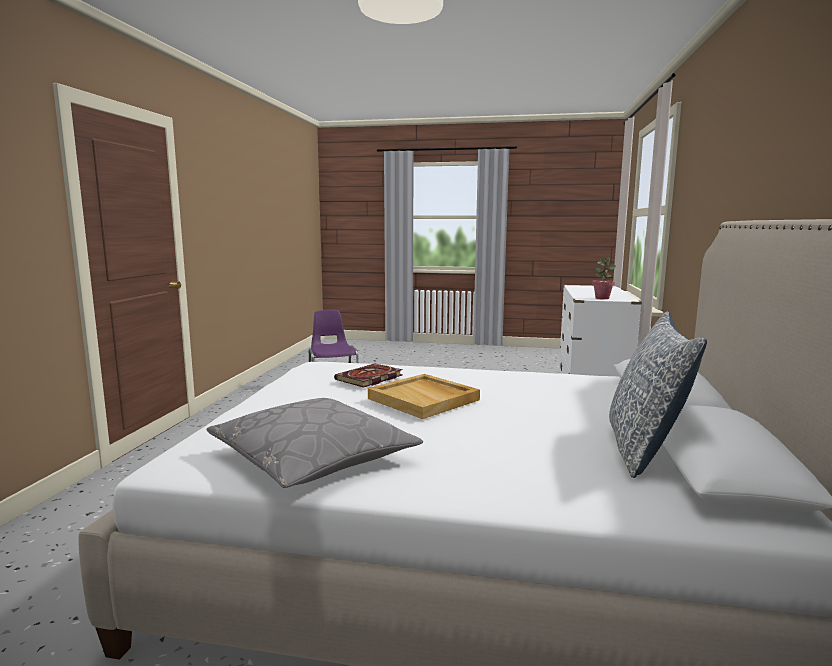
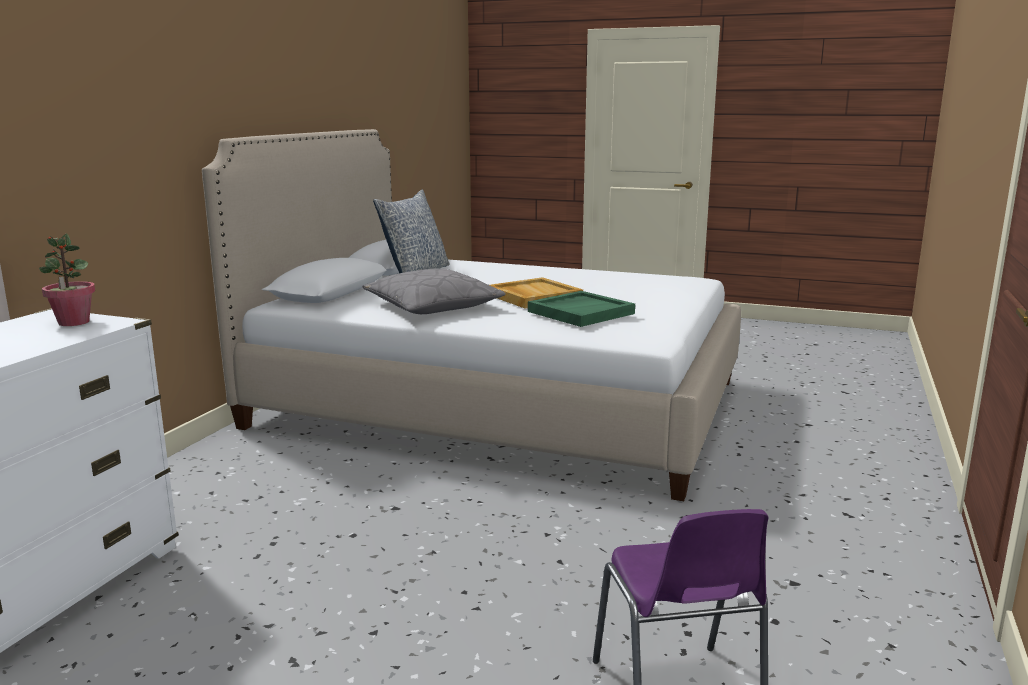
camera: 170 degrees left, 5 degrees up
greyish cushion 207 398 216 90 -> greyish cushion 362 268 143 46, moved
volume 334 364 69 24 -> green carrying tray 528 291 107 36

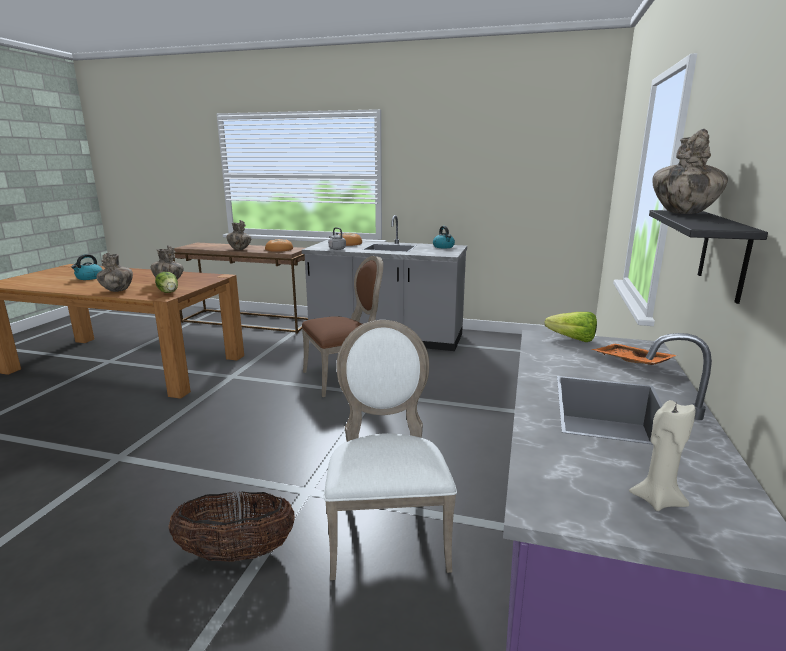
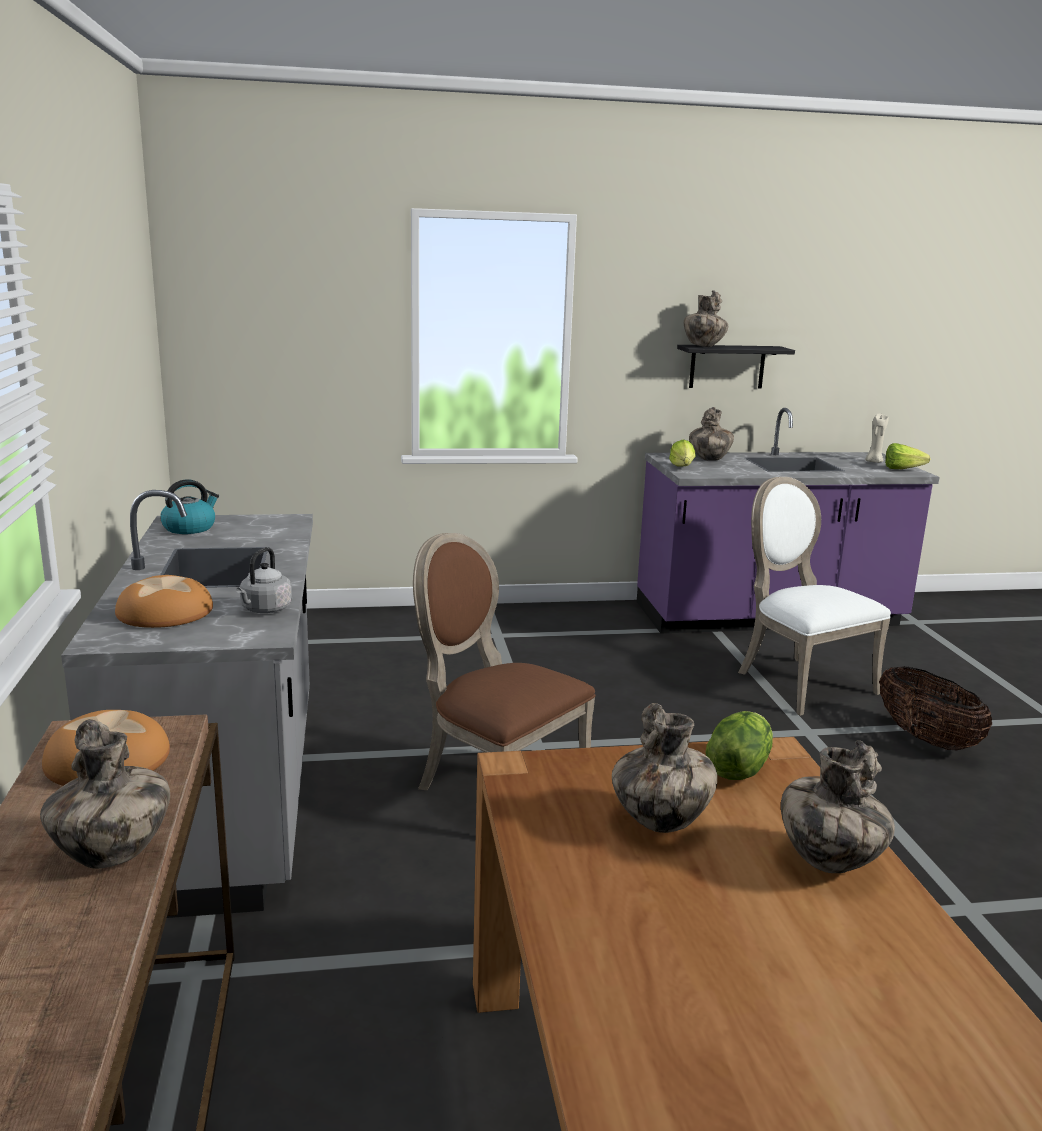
camera: 115 degrees left, 0 degrees up
kettle 71 254 32 26 -> none
none -> lettuce head 885 443 45 26
orange-coloured carrying tray 591 344 87 21 -> flower vase 689 407 45 54
whitish chair 324 320 133 260 -> whitish chair 738 477 153 239, 90 degrees clockwise

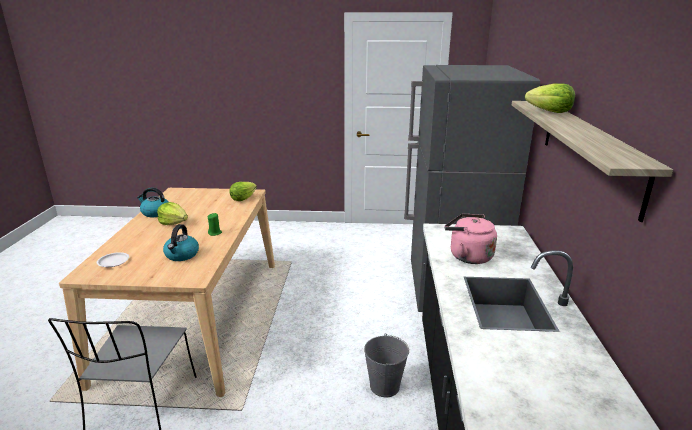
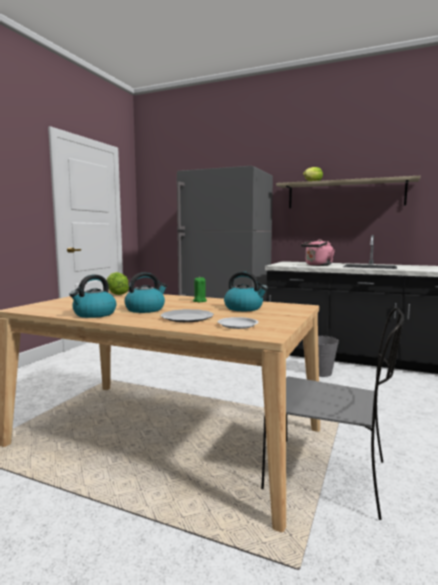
camera: 70 degrees left, 15 degrees down
none -> dinner plate 161 309 53 13
lettuce head 157 202 31 23 -> kettle 124 272 43 41

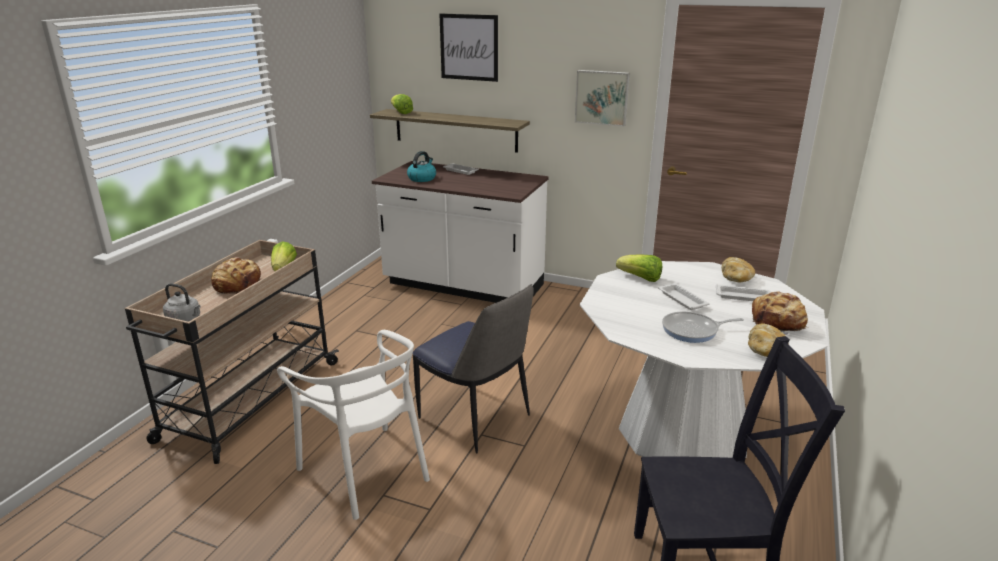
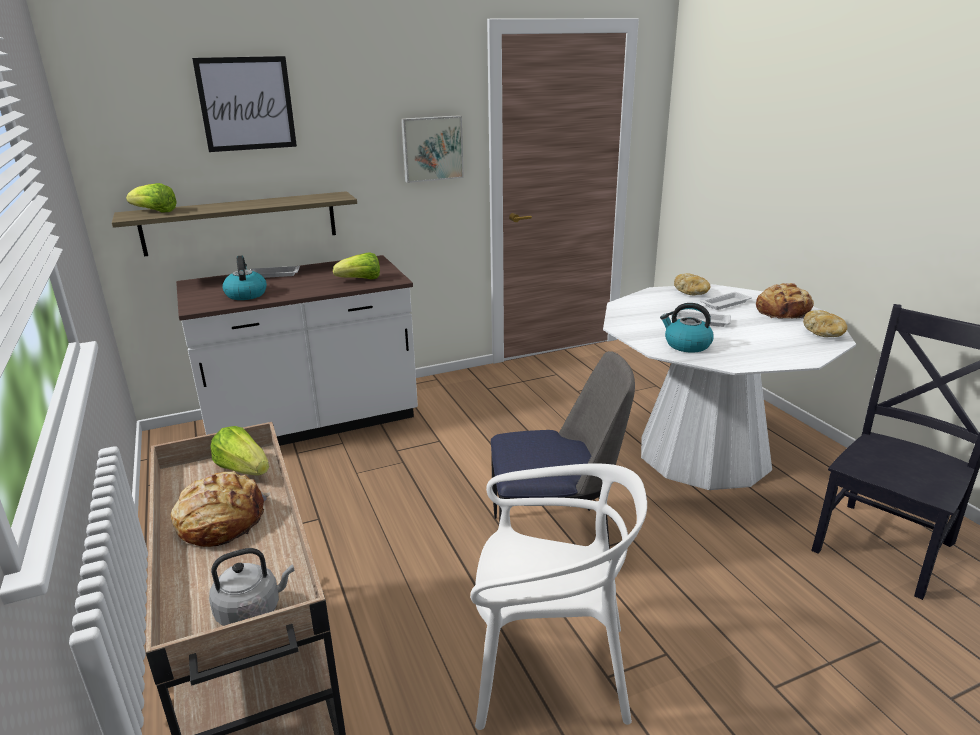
camera: 45 degrees left, 0 degrees up
skillet 662 311 82 32 -> none
none -> kettle 660 303 54 49
lettuce head 616 254 46 28 -> lettuce head 333 252 47 28, moved

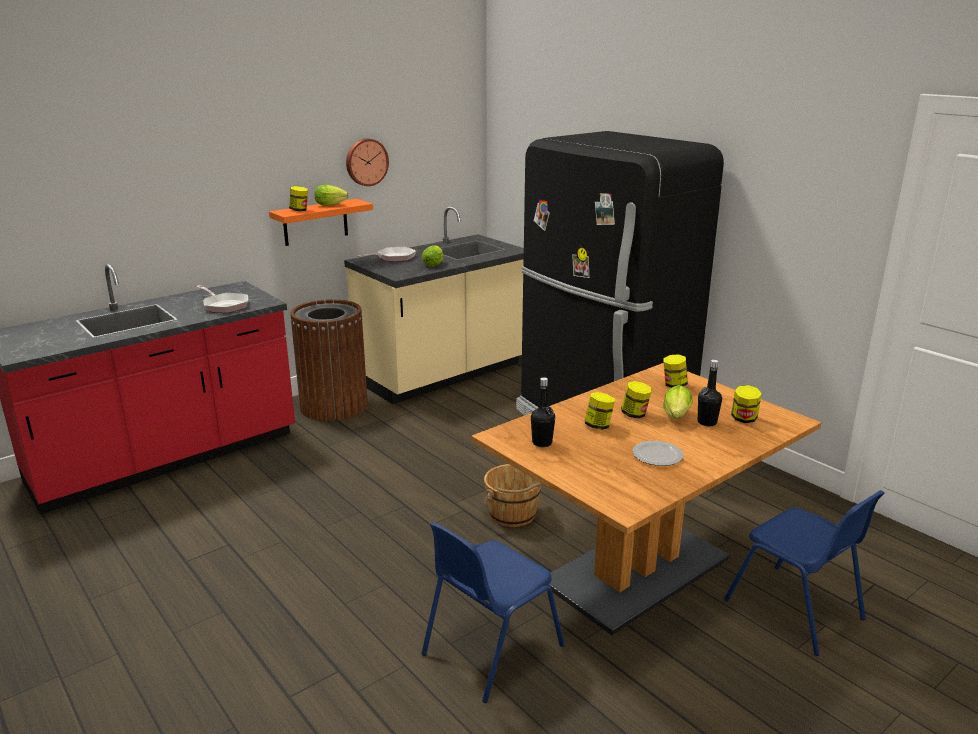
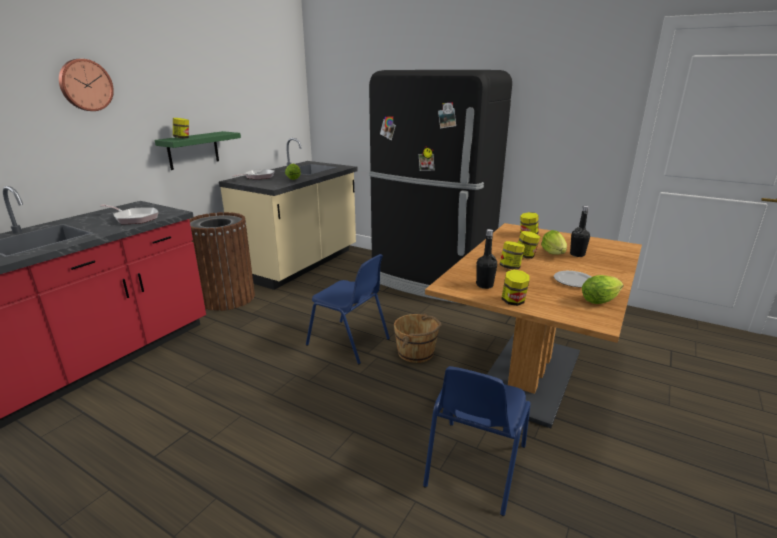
camera: 20 degrees left, 0 degrees up
lettuce head 314 185 35 21 -> lettuce head 582 275 41 29, moved
clock on the wall 346 138 43 48 -> clock on the wall 59 59 55 52, moved
bluish chair 724 490 161 166 -> bluish chair 306 254 84 110, moved
storage jar 731 385 31 38 -> storage jar 502 269 28 37, moved
orange-coloured shelf 269 199 104 47 -> green shelf 155 131 86 39

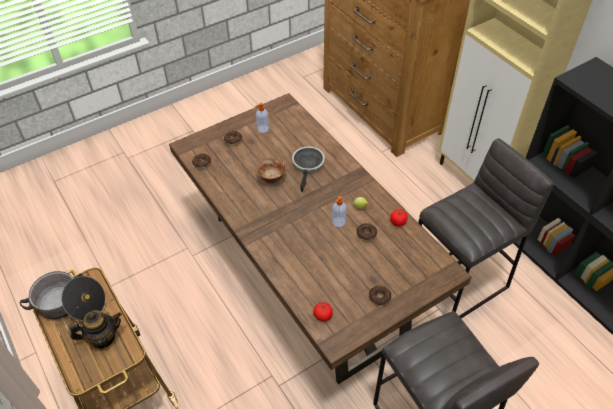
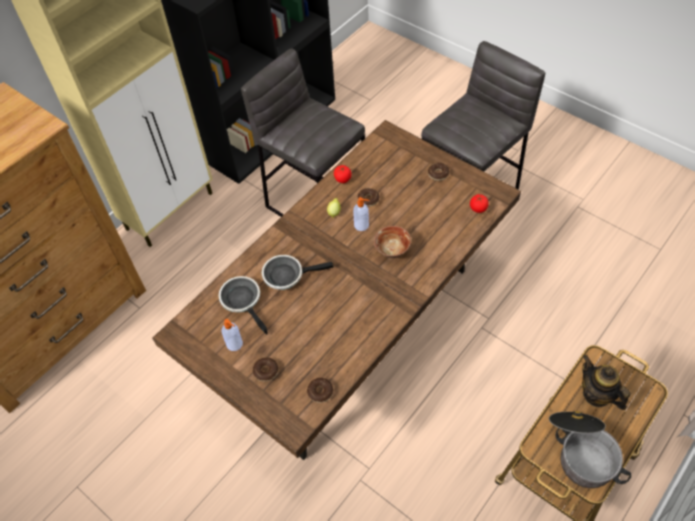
camera: 105 degrees left, 5 degrees up
none -> skillet 219 276 48 59
deep dish 256 158 30 26 -> deep dish 374 226 37 32, moved

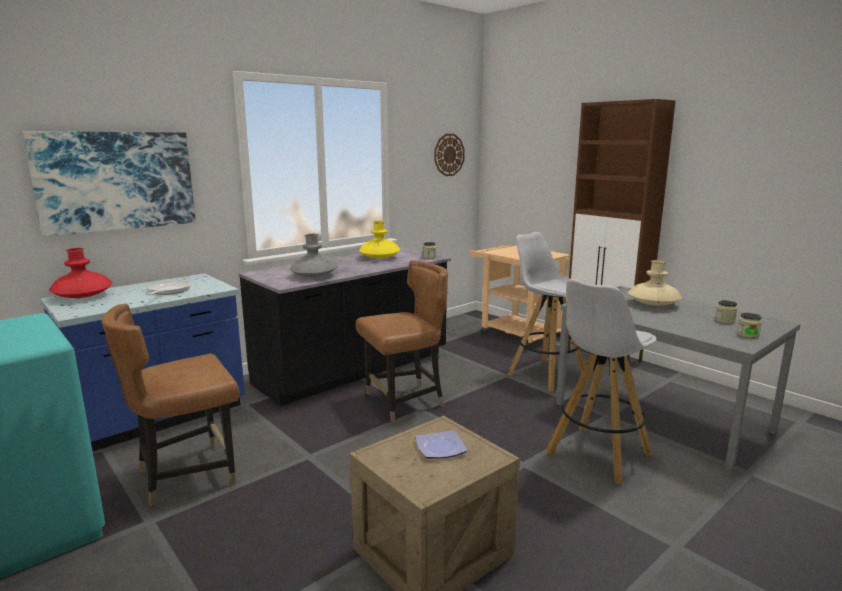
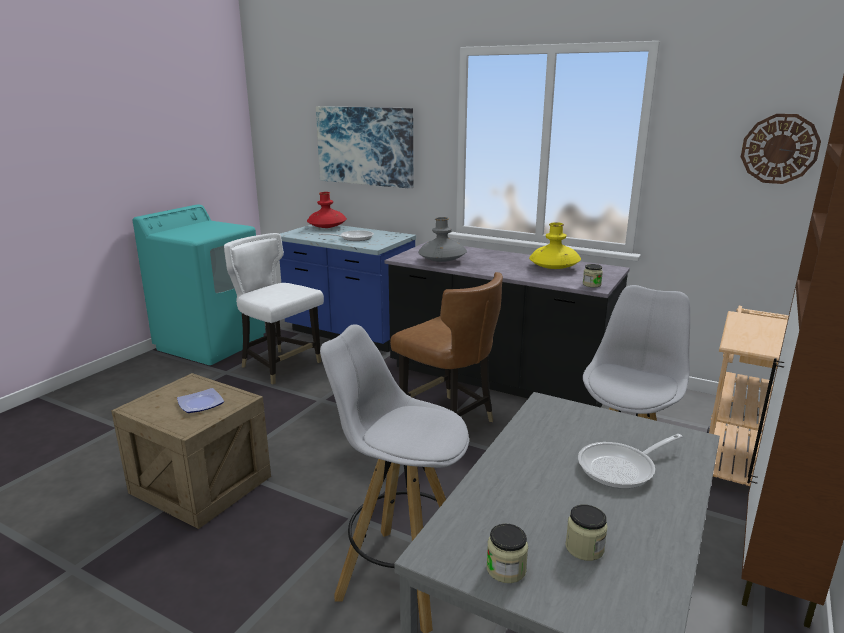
camera: 70 degrees right, 5 degrees up
beige flower vase 628 260 54 46 -> skillet 578 434 105 55
brownish chair 101 304 138 202 -> whitish chair 224 233 100 152

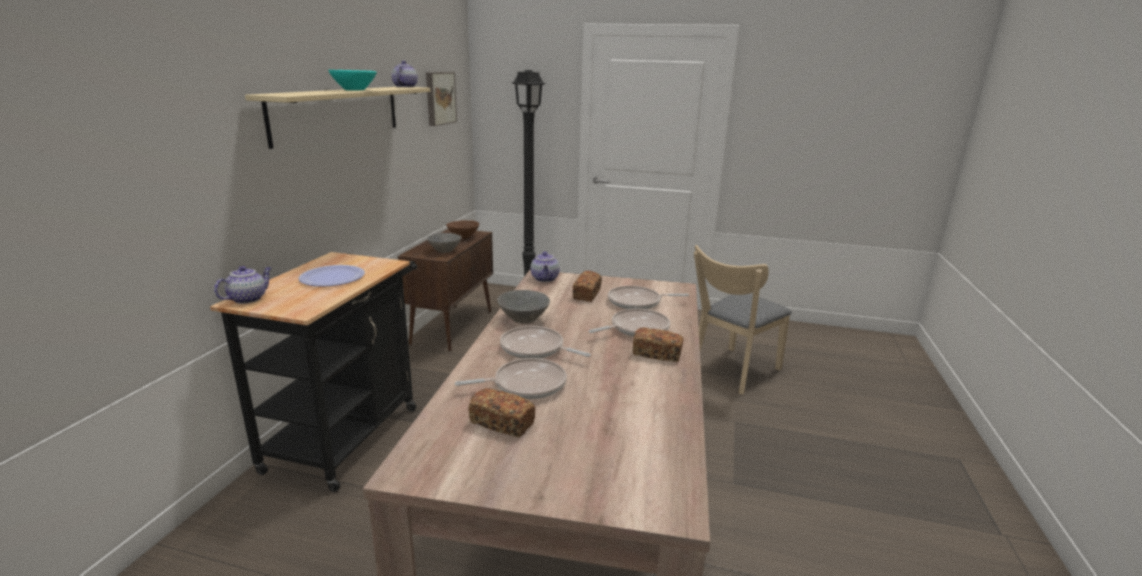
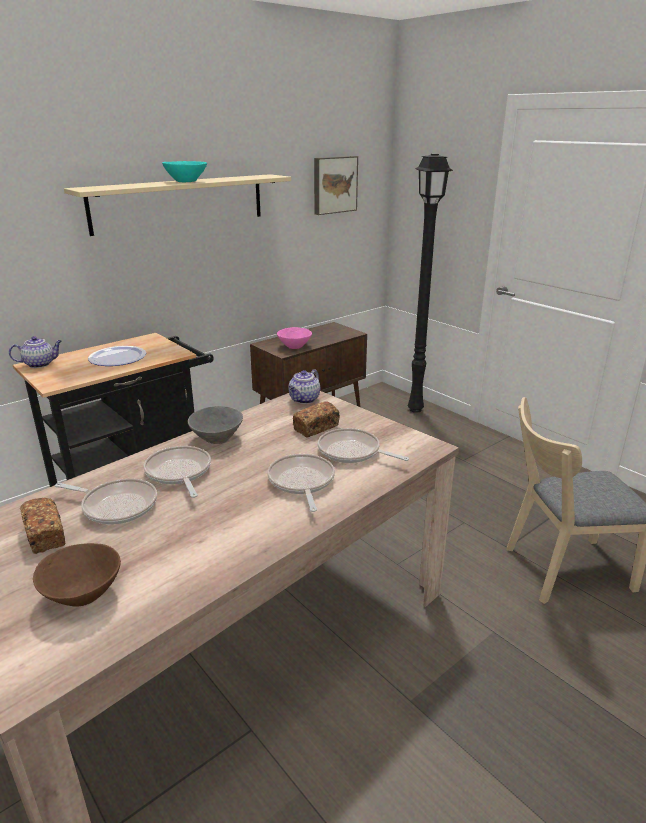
camera: 35 degrees right, 5 degrees up
teapot 391 61 27 26 -> none
baked bread 633 327 51 35 -> none
brownish deep dish 446 220 33 19 -> brownish deep dish 33 543 88 64, moved
greyish deep dish 427 233 35 20 -> pink deep dish 277 327 35 22
skillet 589 308 81 29 -> skillet 267 454 68 58, 105 degrees counterclockwise

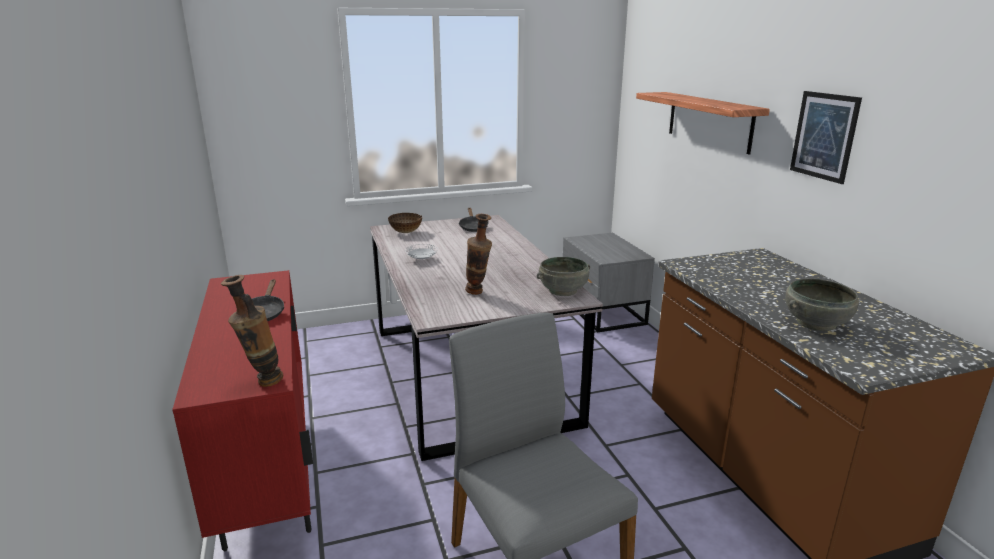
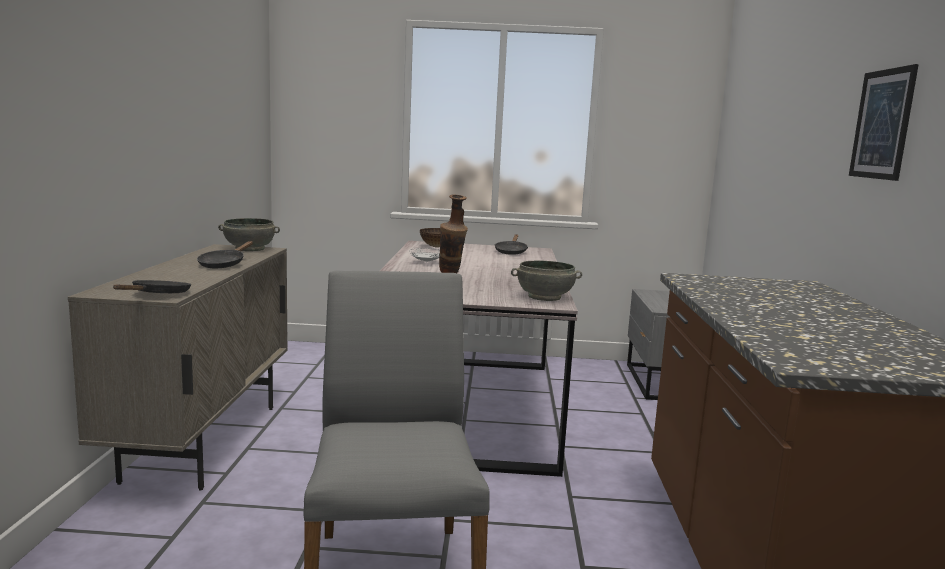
camera: 20 degrees right, 10 degrees down
shelf 636 92 134 63 -> none
greyish deep dish 785 278 74 53 -> greyish deep dish 218 218 62 33, moved
flower vase 221 275 62 112 -> black-coloured skillet 113 280 78 13
red-coloured cupboard 172 270 141 282 -> beige cupboard 68 244 220 246

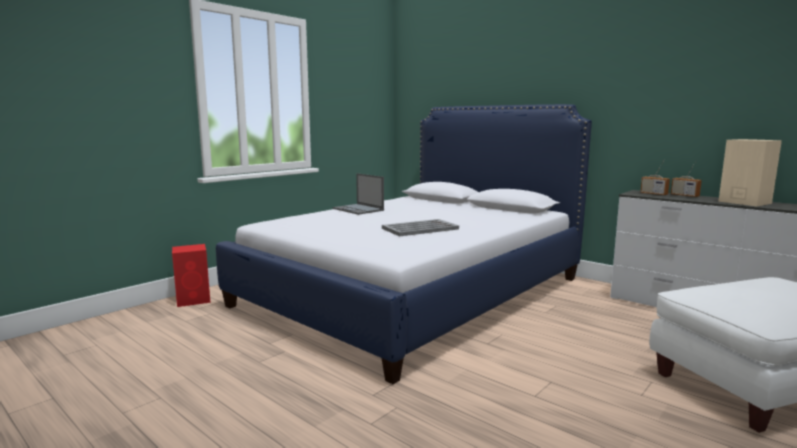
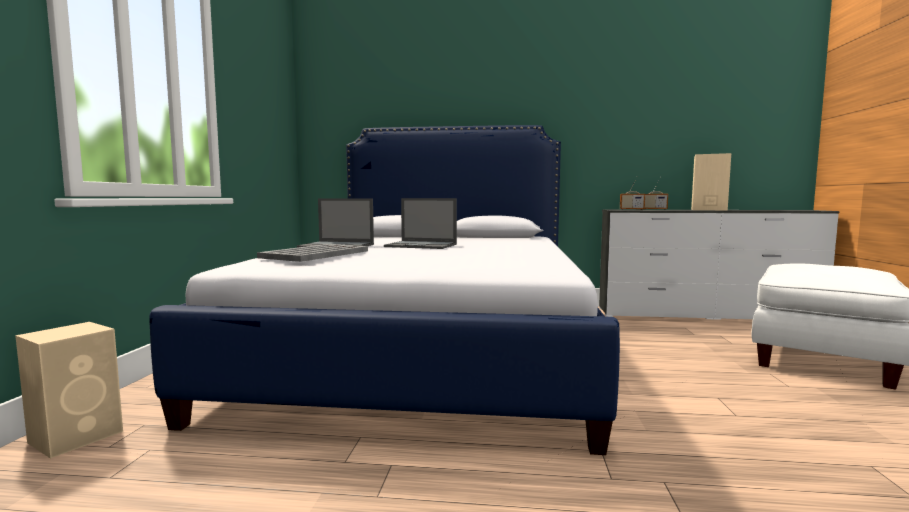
camera: 35 degrees left, 5 degrees down
none -> laptop 384 198 73 51
greyish carrying tray 382 219 77 17 -> greyish carrying tray 257 244 111 18, moved
red-coloured speaker 172 244 39 63 -> beige speaker 15 322 108 137

